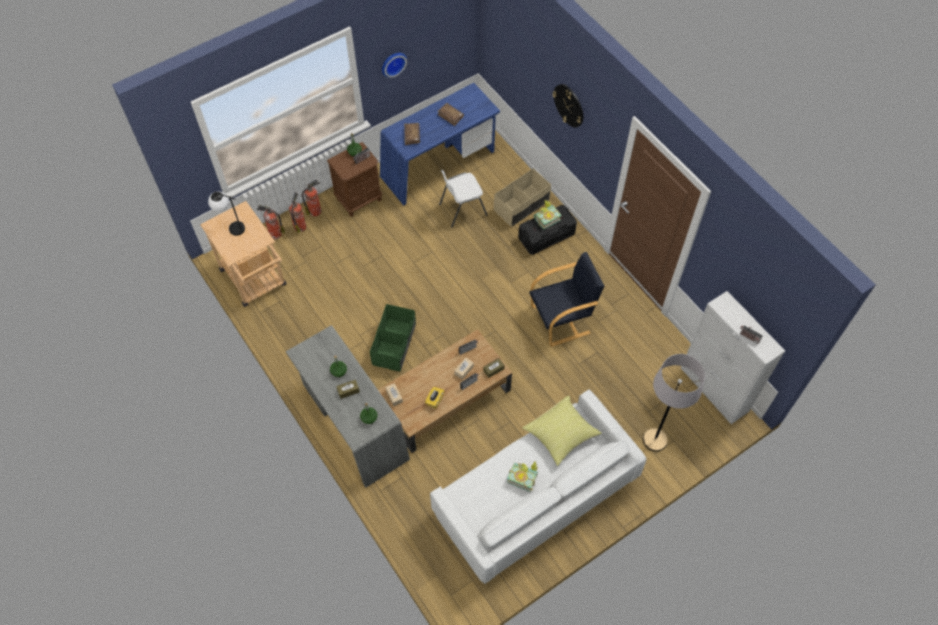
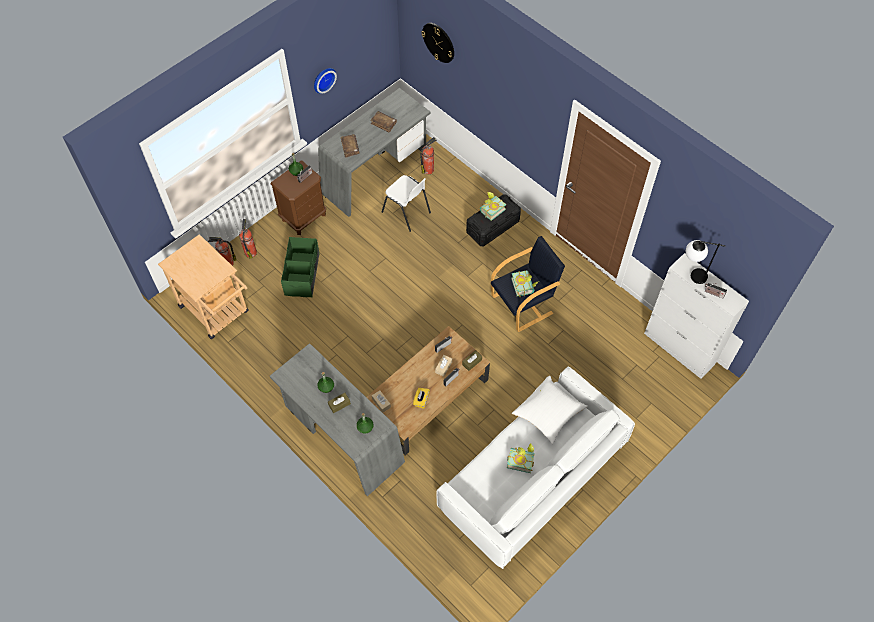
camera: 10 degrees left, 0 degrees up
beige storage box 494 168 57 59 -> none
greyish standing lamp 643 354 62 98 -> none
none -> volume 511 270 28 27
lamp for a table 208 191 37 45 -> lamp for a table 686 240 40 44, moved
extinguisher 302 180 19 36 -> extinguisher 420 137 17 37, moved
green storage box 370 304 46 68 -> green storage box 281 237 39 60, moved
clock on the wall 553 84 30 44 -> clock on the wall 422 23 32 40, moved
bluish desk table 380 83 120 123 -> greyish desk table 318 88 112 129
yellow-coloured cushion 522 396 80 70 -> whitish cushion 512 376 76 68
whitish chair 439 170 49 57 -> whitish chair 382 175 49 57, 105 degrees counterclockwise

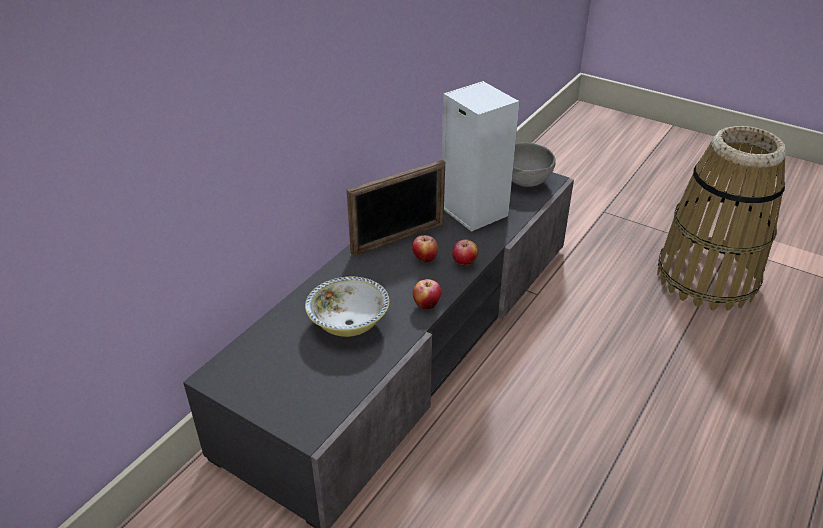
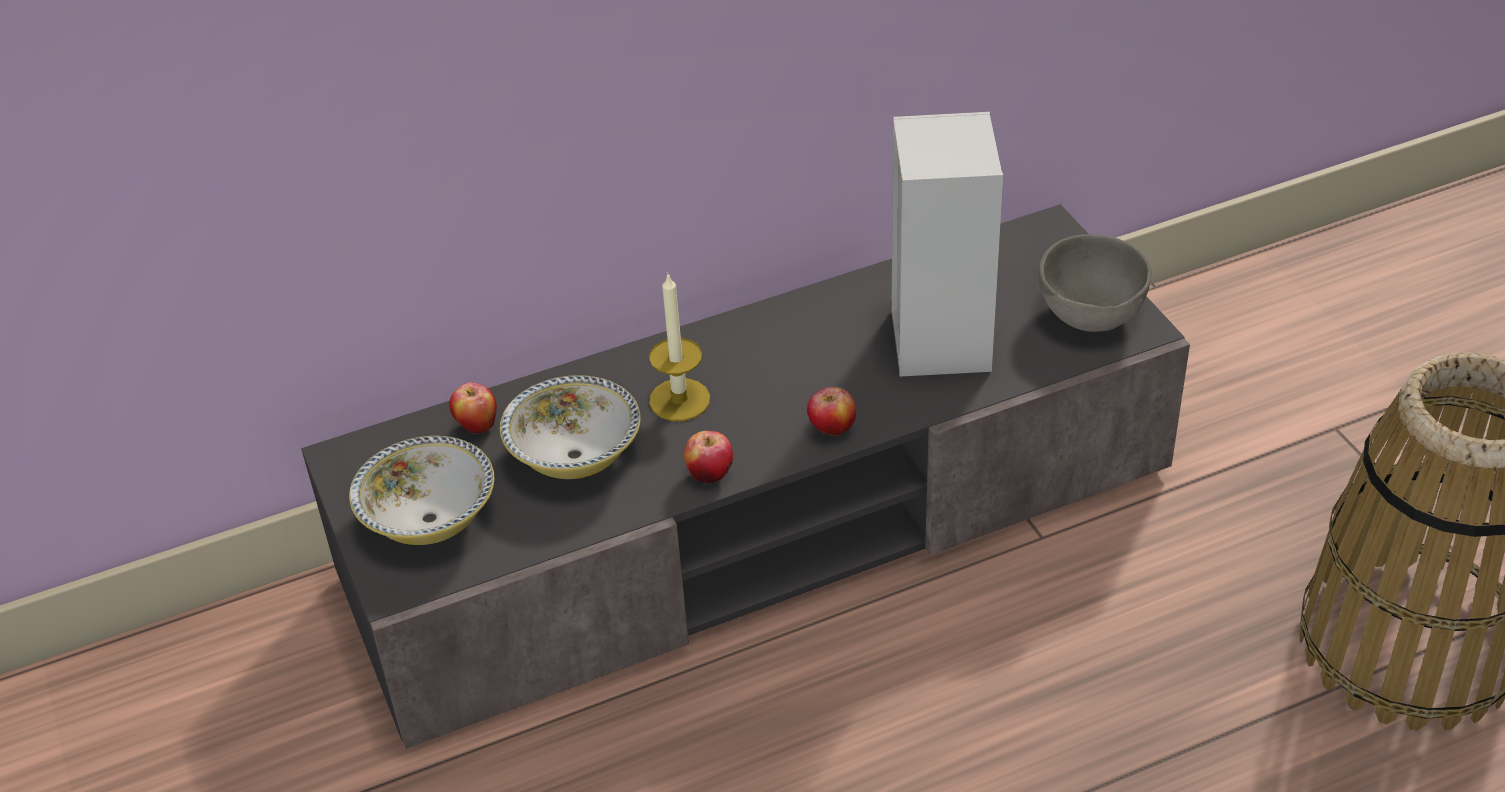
camera: 35 degrees right, 5 degrees up
picture frame 347 160 98 96 -> none
none -> deep dish 349 436 145 109
none -> wax light 649 275 61 146
whole apple 412 235 26 28 -> whole apple 449 382 48 52, moved

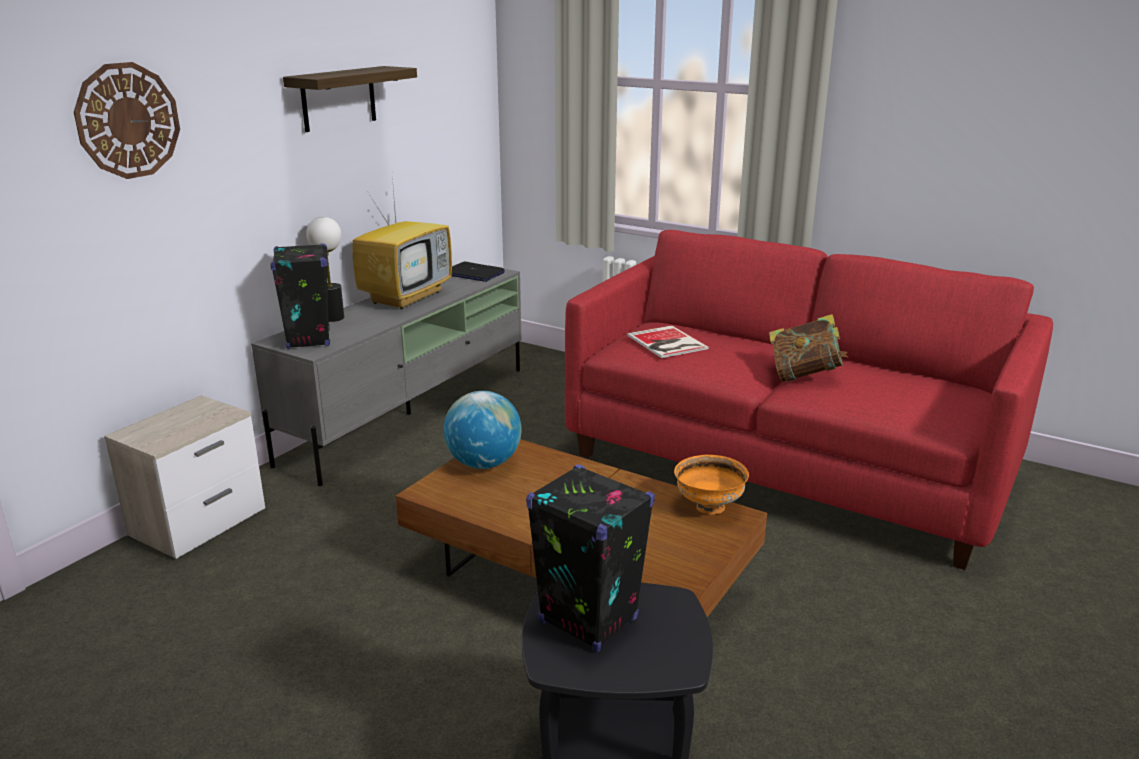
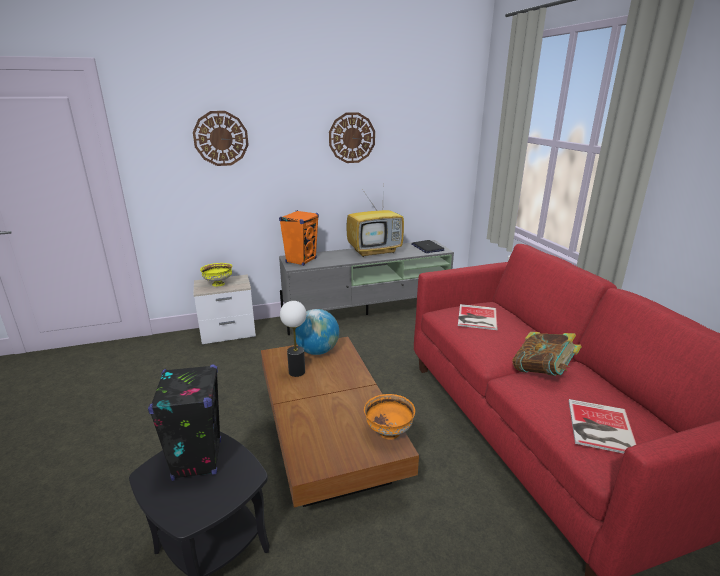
camera: 40 degrees right, 0 degrees up
none -> yellow-coloured deep dish 200 263 32 24
none -> volume 569 399 68 55
lamp for a table 306 217 38 105 -> lamp for a table 280 301 26 76, moved
shelf 283 66 134 66 -> clock on the wall 329 112 46 51
black-coloured speaker 270 243 60 106 -> orange-coloured speaker 279 210 40 56

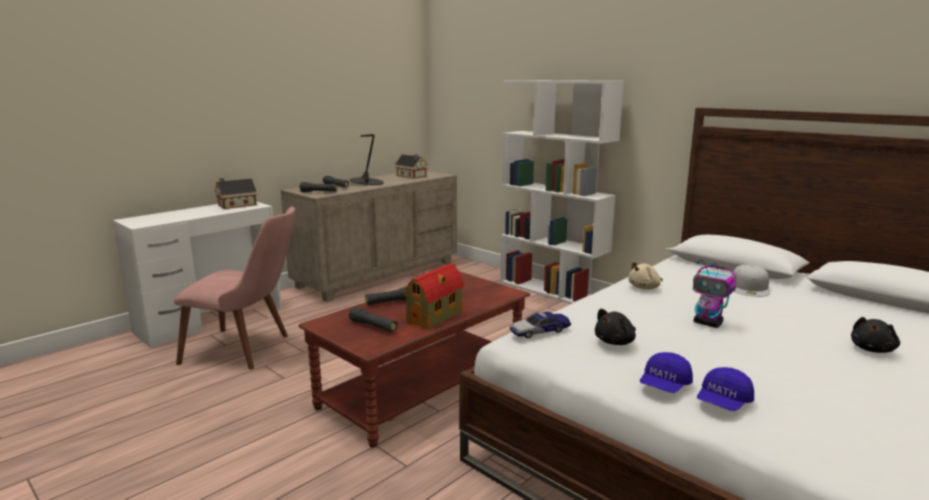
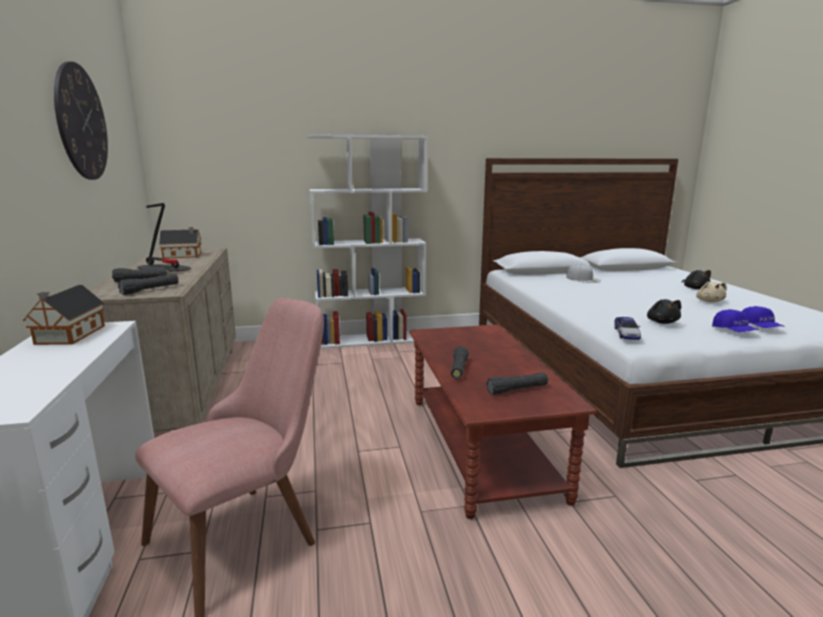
camera: 55 degrees left, 0 degrees up
toy house 404 264 60 65 -> none
toy robot 693 260 43 68 -> none
none -> clock on the wall 54 61 54 119
beige plush toy 628 261 35 29 -> beige plush toy 696 281 31 22, moved

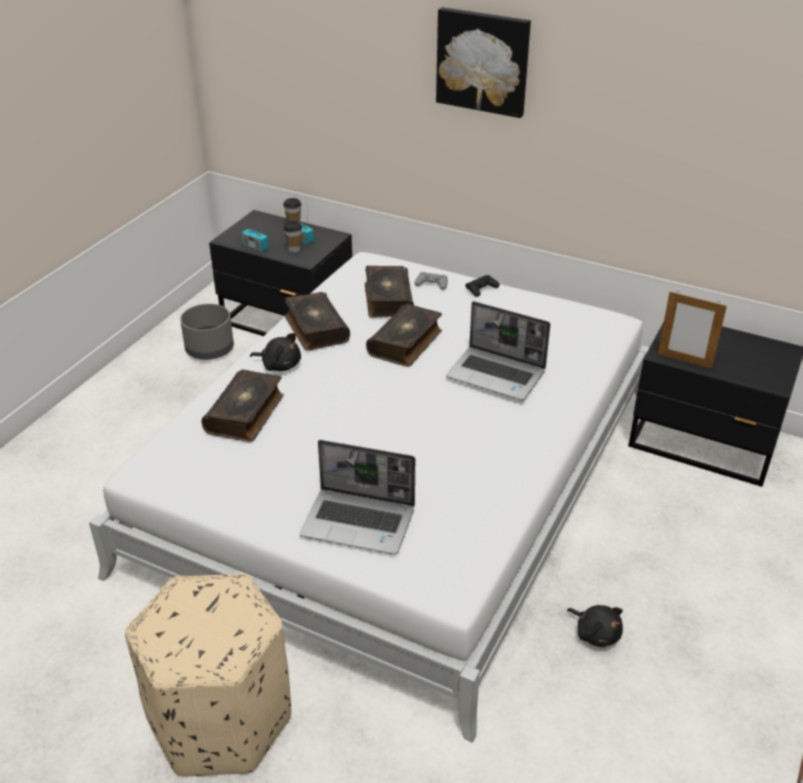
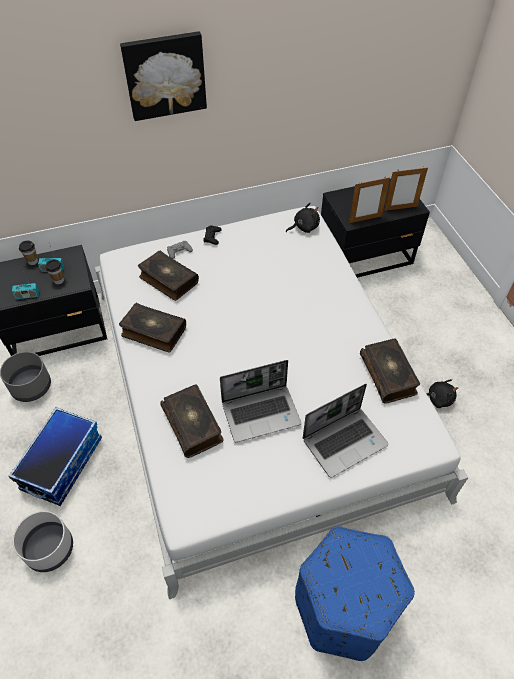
camera: 45 degrees left, 15 degrees up
none -> storage box 8 407 94 99
none -> greyish flower pot 13 511 60 61
none -> picture frame 384 167 44 44
black-coloured plush toy 250 333 51 38 -> black-coloured plush toy 286 203 34 30, moved
volume 366 304 76 63 -> volume 360 339 60 65, moved
laptop 446 301 105 99 -> laptop 220 360 81 82, moved
beige pouffe 125 574 166 203 -> bluish pouffe 295 526 120 135

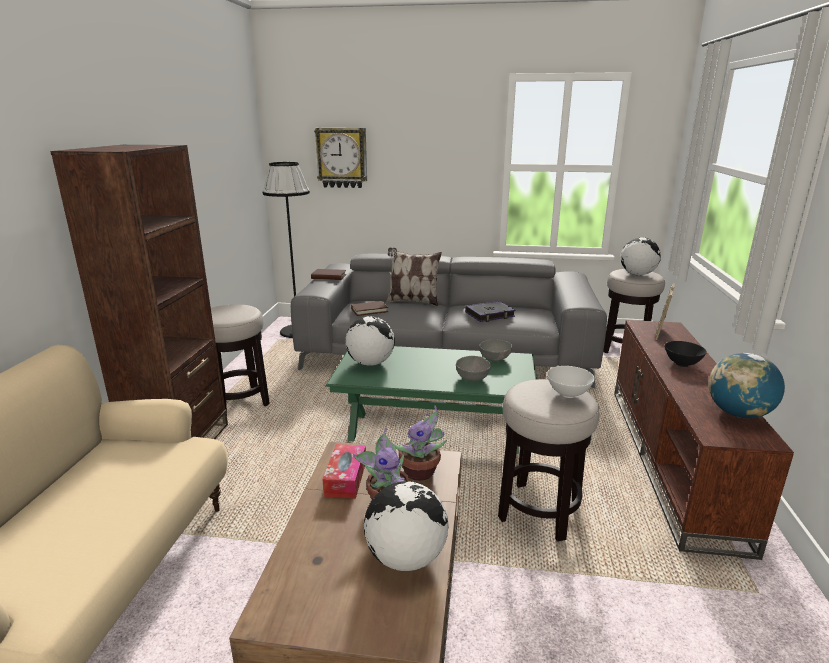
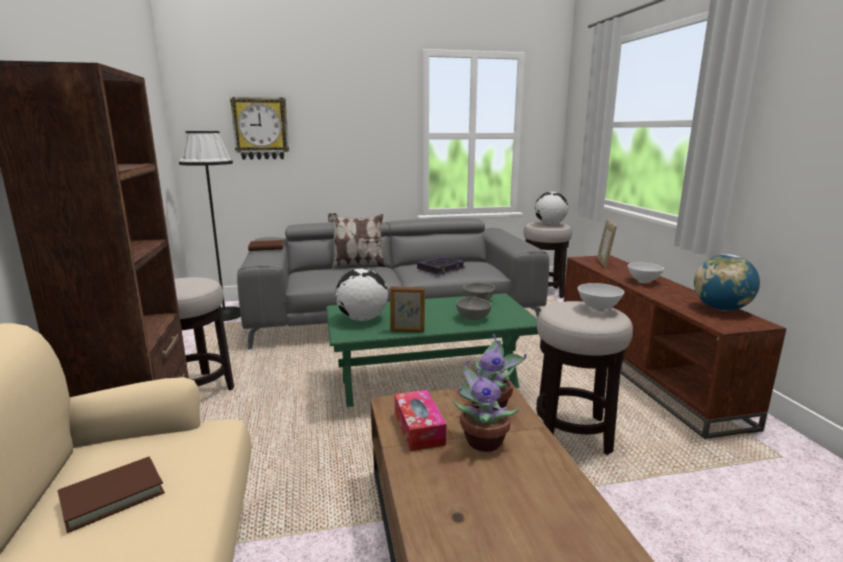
camera: 20 degrees left, 5 degrees down
globe 364 481 85 90 -> none
none -> picture frame 390 286 35 46
brownish volume 351 301 37 15 -> brownish volume 58 457 107 76, moved
black-coloured deep dish 665 341 42 26 -> whitish deep dish 628 263 36 20

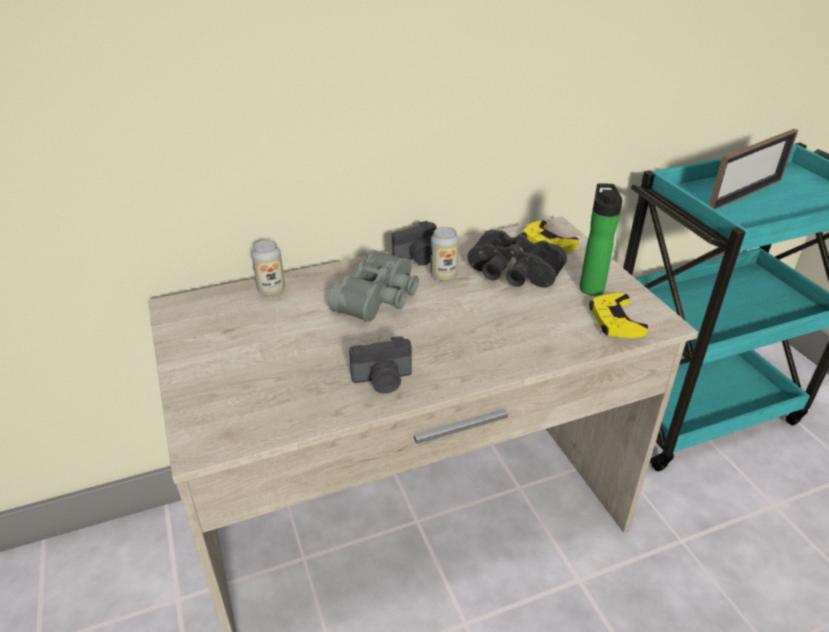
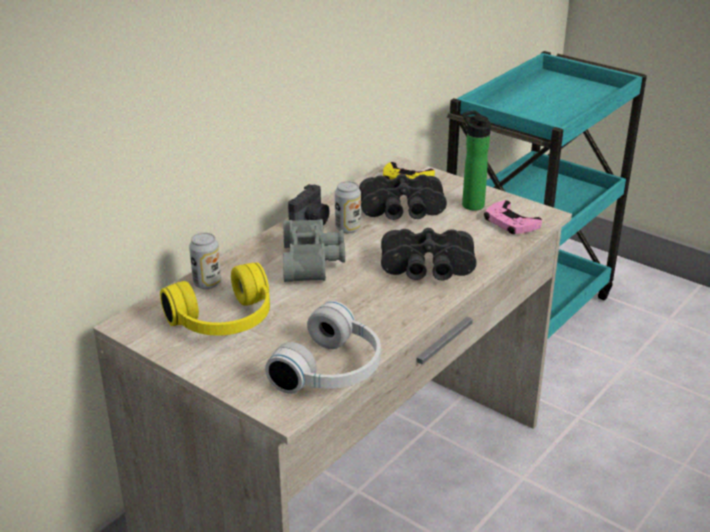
camera: 30 degrees left, 5 degrees down
photo camera 349 336 63 58 -> none
picture frame 709 129 89 80 -> none
none -> yellow-coloured headset 160 262 110 74
none -> whitish headset 265 301 116 93
none -> black-coloured field glasses 381 228 96 53
yellow-coloured game controller 589 293 59 45 -> pink game controller 484 200 58 34

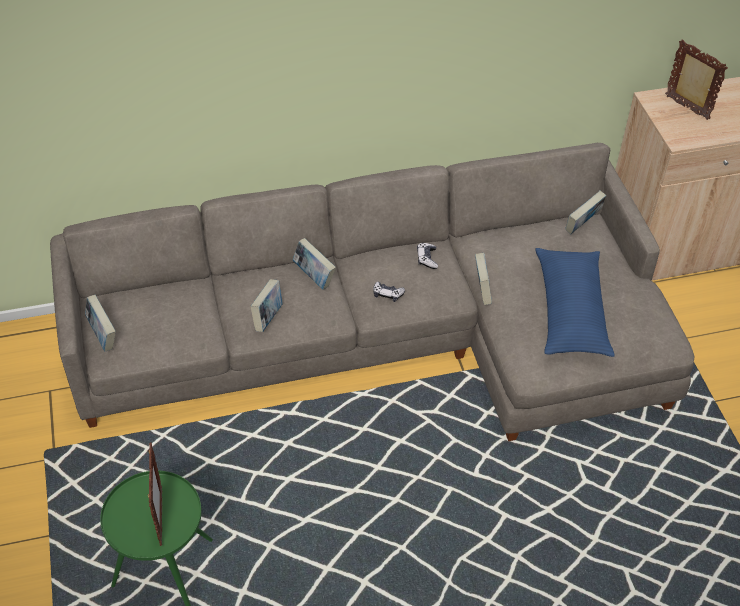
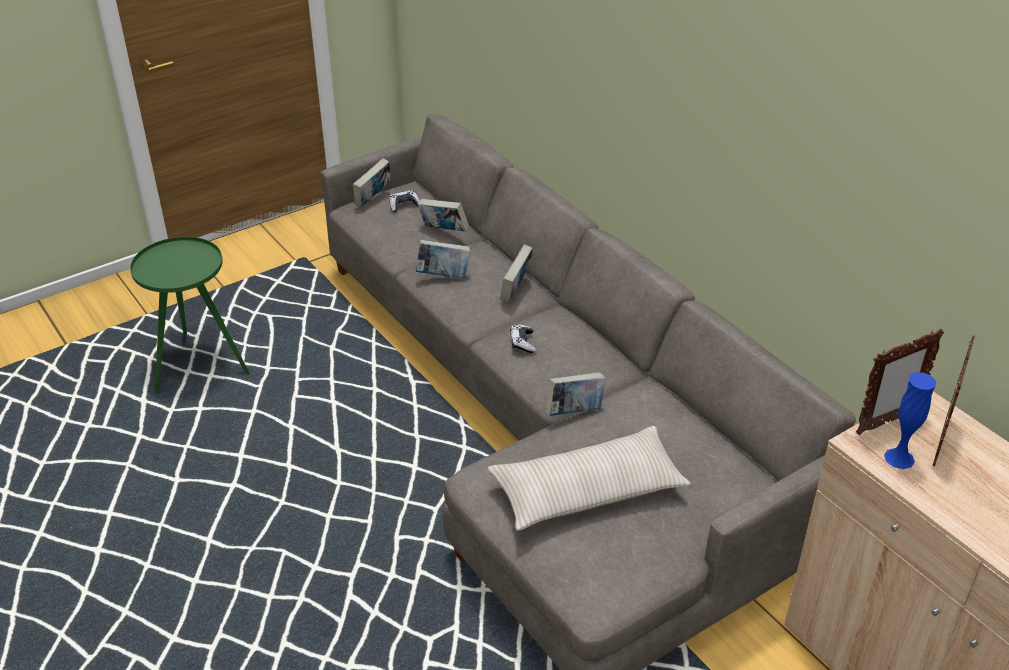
camera: 70 degrees right, 10 degrees down
none -> bluish flower vase 884 372 52 97
picture frame 148 442 14 104 -> picture frame 856 329 88 106, moved
game controller 417 243 21 26 -> game controller 389 190 31 22, moved
volume 565 191 41 43 -> volume 418 199 51 33, moved
bluish cushion 535 248 79 109 -> beige cushion 488 426 203 105

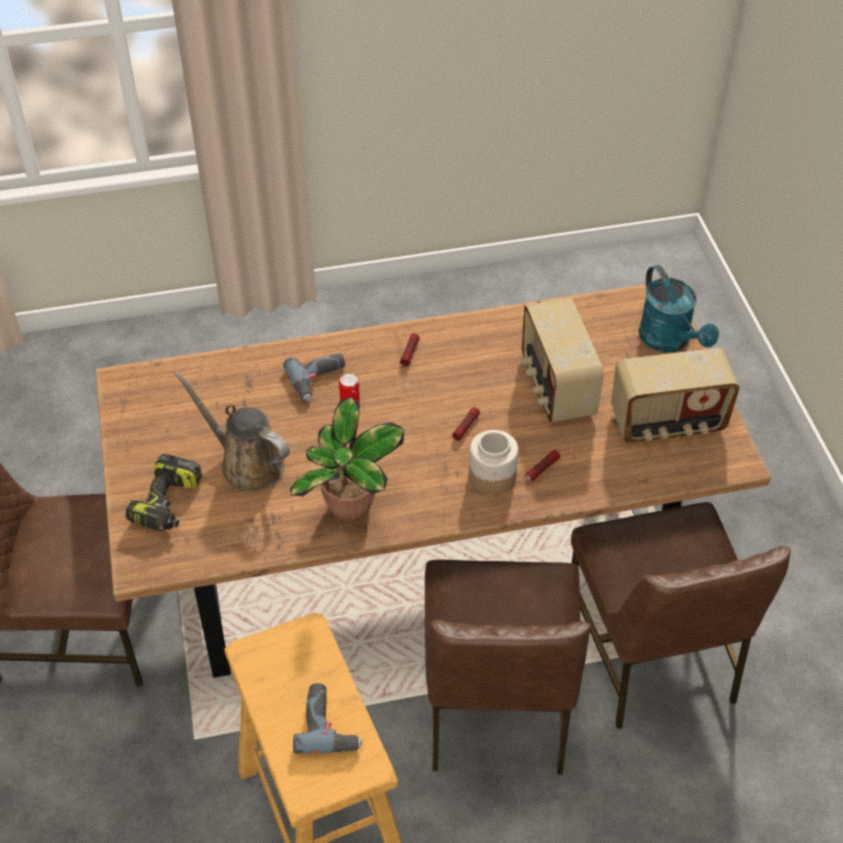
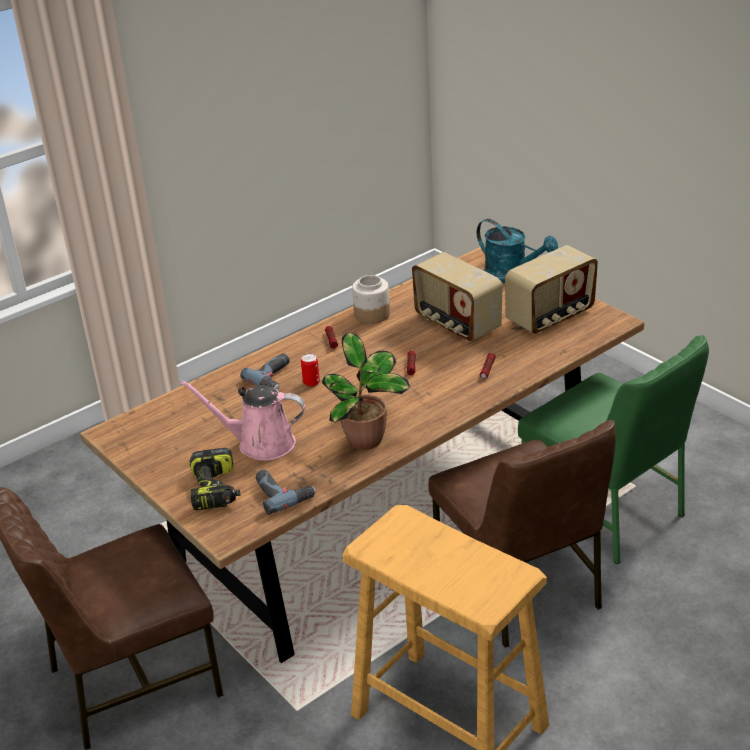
camera: 25 degrees left, 15 degrees down
drill 293 683 70 70 -> drill 256 470 60 45, moved
storage jar 469 430 49 65 -> storage jar 352 275 38 49, moved
brownish sprinkling can 174 371 116 120 -> pink sprinkling can 179 380 127 81
brownish chair 571 502 220 227 -> green chair 518 335 191 229

